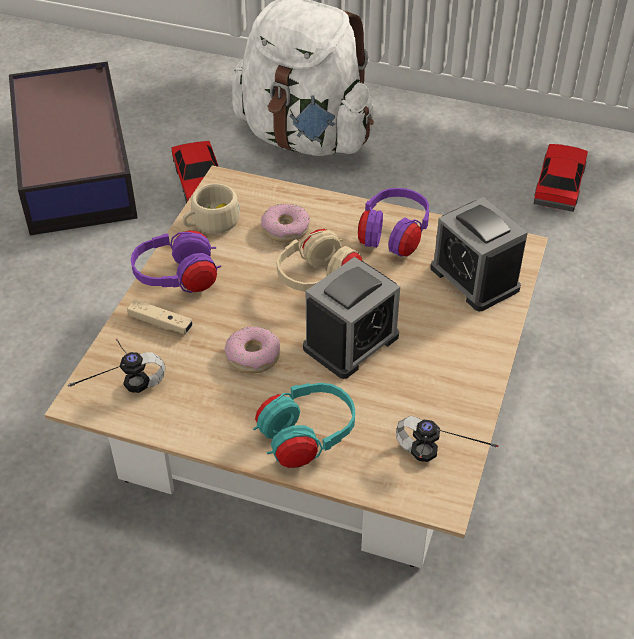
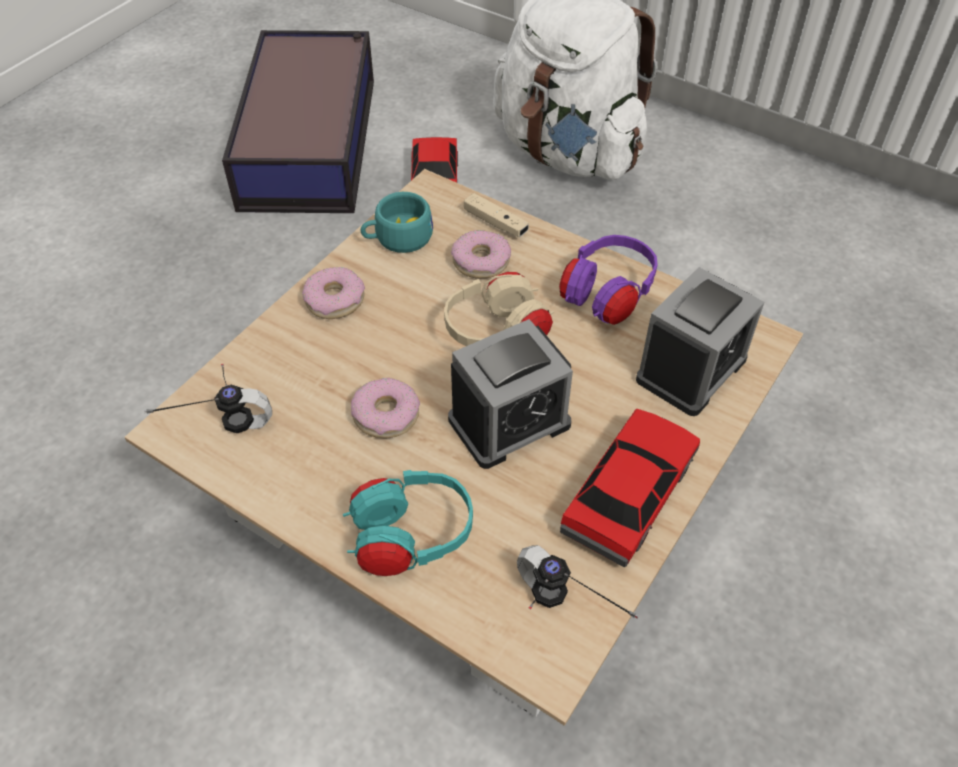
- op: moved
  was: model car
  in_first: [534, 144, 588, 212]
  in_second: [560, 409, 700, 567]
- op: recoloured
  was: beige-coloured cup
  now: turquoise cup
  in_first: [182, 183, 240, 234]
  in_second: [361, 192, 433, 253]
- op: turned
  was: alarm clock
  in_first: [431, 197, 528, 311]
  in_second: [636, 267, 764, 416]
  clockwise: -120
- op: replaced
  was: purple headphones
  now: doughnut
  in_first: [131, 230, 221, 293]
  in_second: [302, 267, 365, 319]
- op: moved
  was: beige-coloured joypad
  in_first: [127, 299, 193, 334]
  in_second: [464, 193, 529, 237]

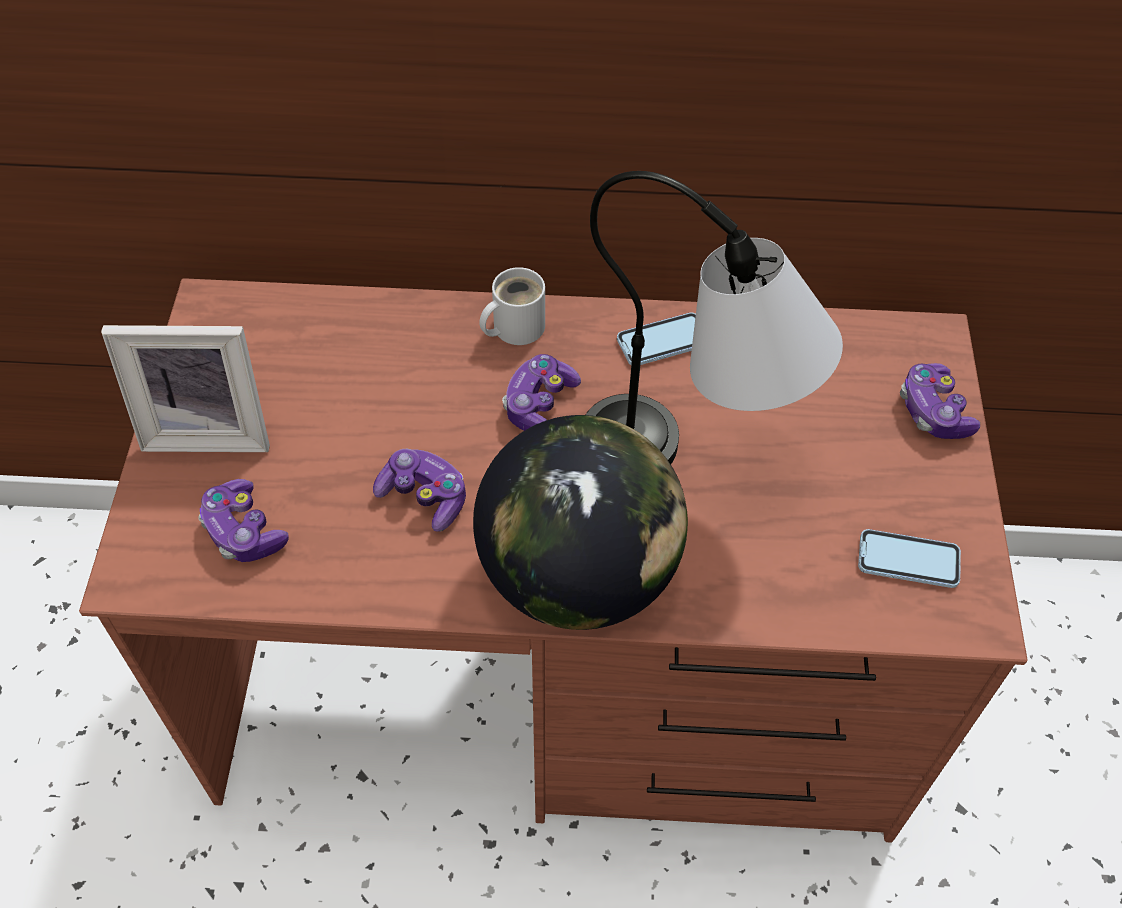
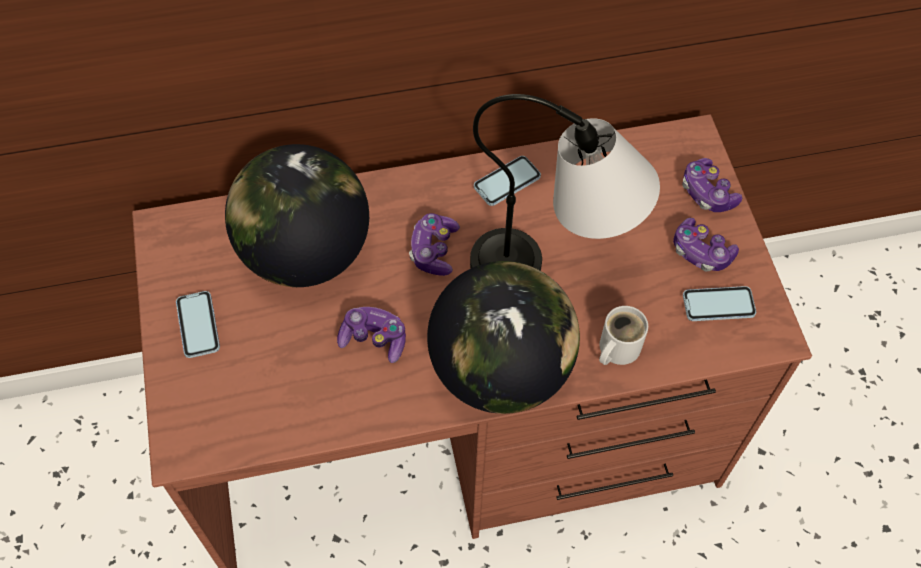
- op: moved
  was: white-coloured tea mug
  in_first: [479, 267, 545, 345]
  in_second: [599, 306, 648, 365]
- op: replaced
  was: photo frame
  now: handset
  in_first: [101, 325, 270, 452]
  in_second: [176, 291, 220, 358]
- op: moved
  was: joypad
  in_first: [198, 479, 289, 562]
  in_second: [673, 218, 739, 272]
- op: added
  now: globe
  in_second: [225, 144, 369, 287]

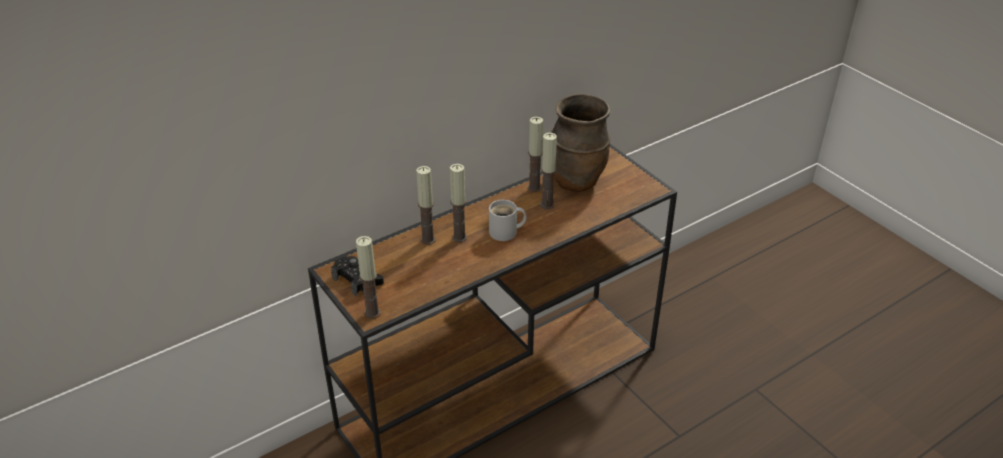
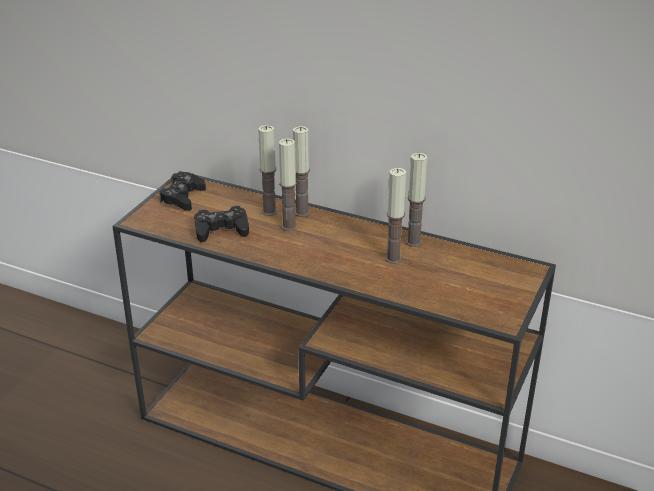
- op: removed
  was: brown vase
  in_first: [551, 94, 610, 192]
- op: removed
  was: white-coloured tea mug
  in_first: [489, 200, 527, 241]
- op: moved
  was: candle
  in_first: [356, 236, 381, 319]
  in_second: [293, 126, 310, 217]
- op: added
  now: black-coloured joypad
  in_second: [194, 206, 249, 242]

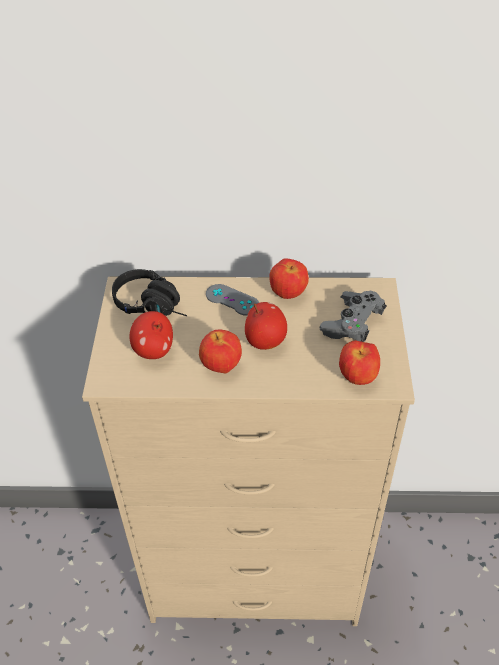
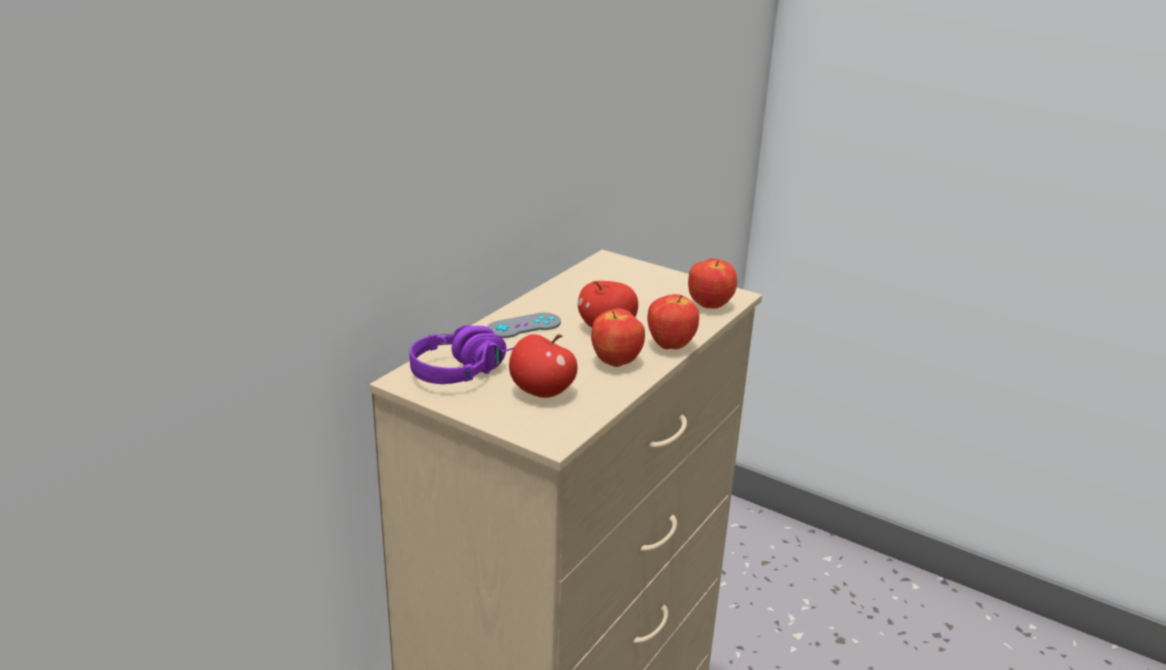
- op: moved
  was: apple fruit
  in_first: [269, 258, 309, 299]
  in_second: [647, 294, 699, 349]
- op: recoloured
  was: black-coloured headphones
  now: purple headphones
  in_first: [112, 269, 187, 316]
  in_second: [409, 325, 514, 384]
- op: removed
  was: grey joypad
  in_first: [320, 291, 387, 342]

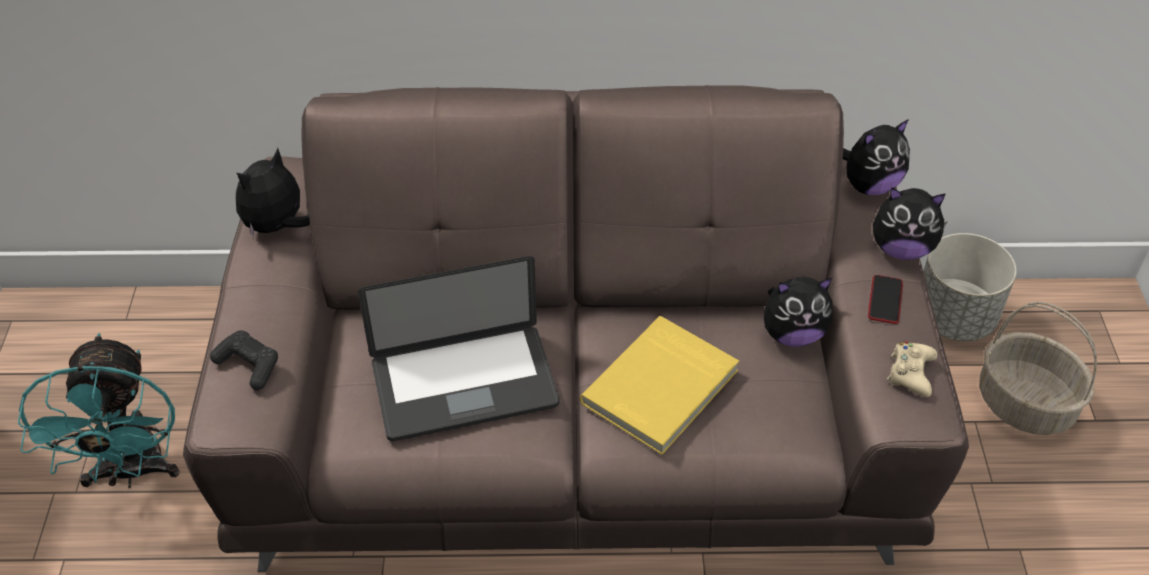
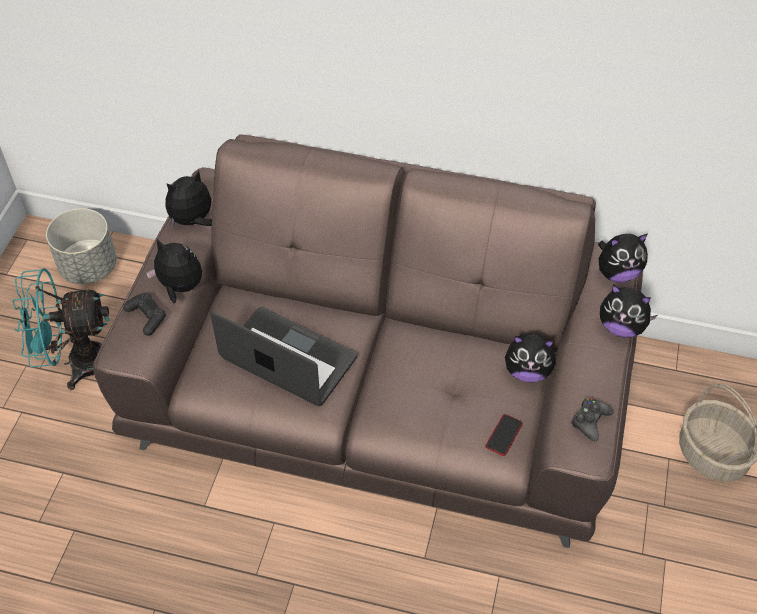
- op: moved
  was: grey flower pot
  in_first: [924, 233, 1017, 341]
  in_second: [46, 208, 117, 284]
- op: turned
  was: laptop
  in_first: [358, 256, 559, 441]
  in_second: [210, 307, 357, 406]
  clockwise: -150
- op: moved
  was: handset
  in_first: [868, 275, 903, 324]
  in_second: [485, 414, 523, 456]
- op: removed
  was: yellow-coloured bound book
  in_first: [580, 316, 739, 455]
- op: turned
  was: turquoise electric fan
  in_first: [18, 333, 180, 488]
  in_second: [12, 268, 110, 390]
  clockwise: 75
- op: recoloured
  was: beige-coloured joypad
  now: black-coloured joypad
  in_first: [887, 341, 937, 397]
  in_second: [571, 398, 613, 442]
- op: added
  now: soft toy
  in_second: [146, 239, 202, 303]

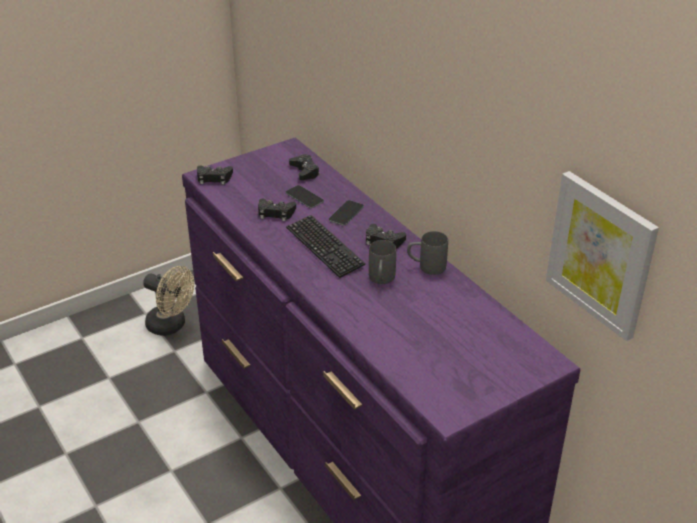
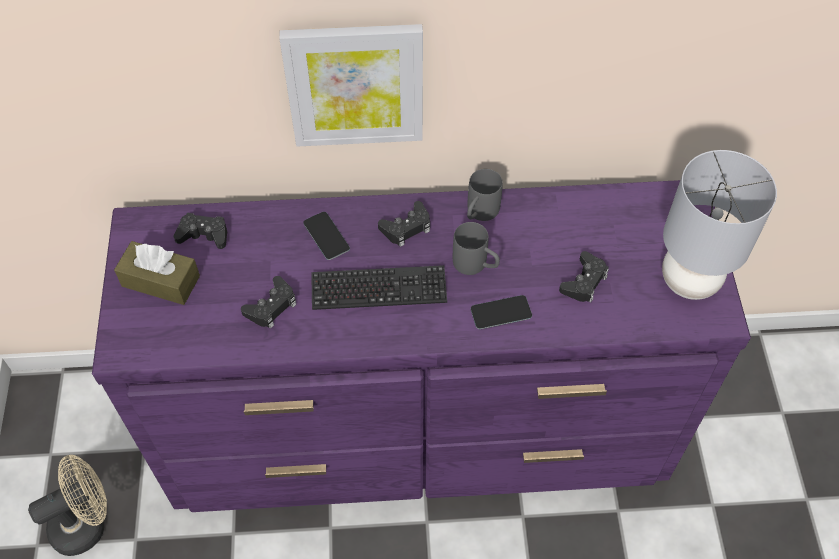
- op: moved
  was: black-coloured joypad
  in_first: [197, 166, 233, 185]
  in_second: [559, 251, 609, 303]
- op: moved
  was: wall art
  in_first: [546, 171, 659, 341]
  in_second: [279, 24, 423, 147]
- op: moved
  was: handset
  in_first: [286, 185, 324, 208]
  in_second: [471, 295, 532, 329]
- op: added
  now: grey table lamp
  in_second: [662, 150, 777, 300]
- op: added
  now: brown tissue holder
  in_second: [114, 241, 200, 305]

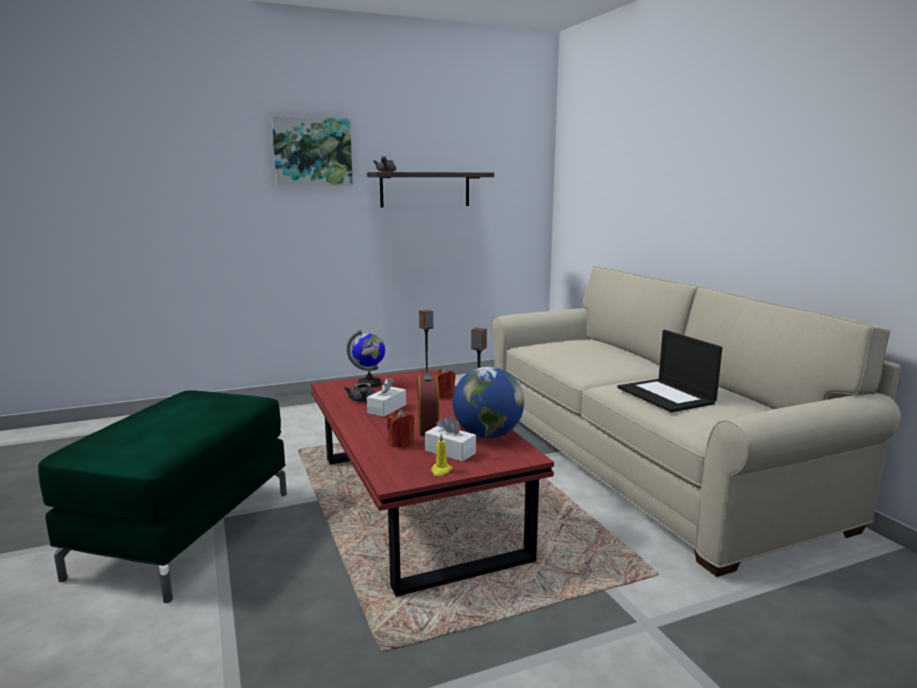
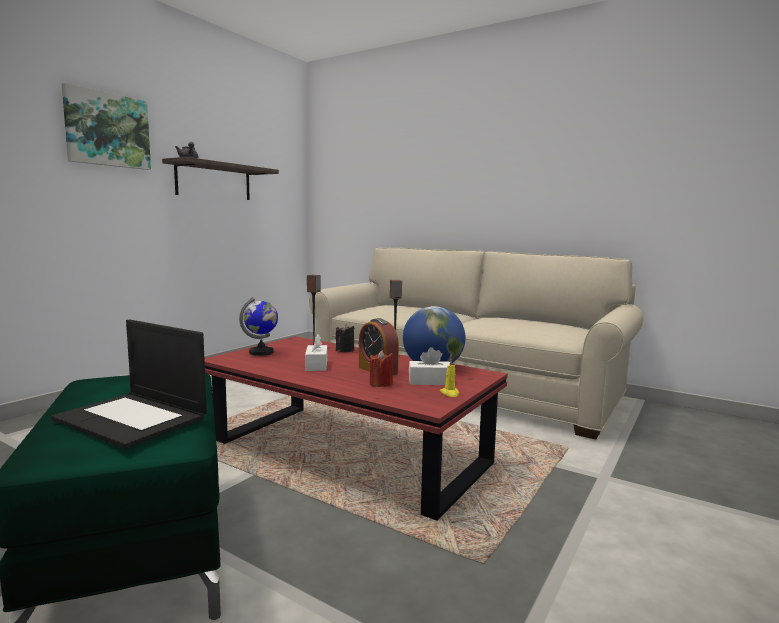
- op: moved
  was: laptop
  in_first: [617, 330, 722, 413]
  in_second: [51, 319, 207, 449]
- op: recoloured
  was: red candle
  now: black-coloured candle
  in_first: [435, 367, 456, 399]
  in_second: [336, 324, 355, 352]
- op: removed
  was: grey tea pot
  in_first: [344, 382, 375, 402]

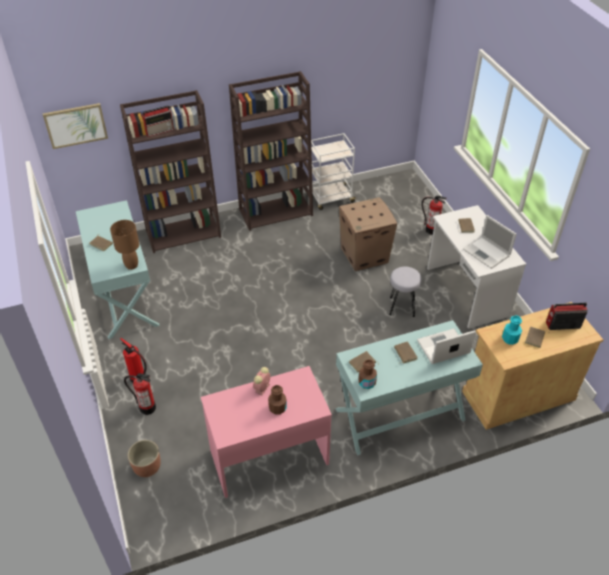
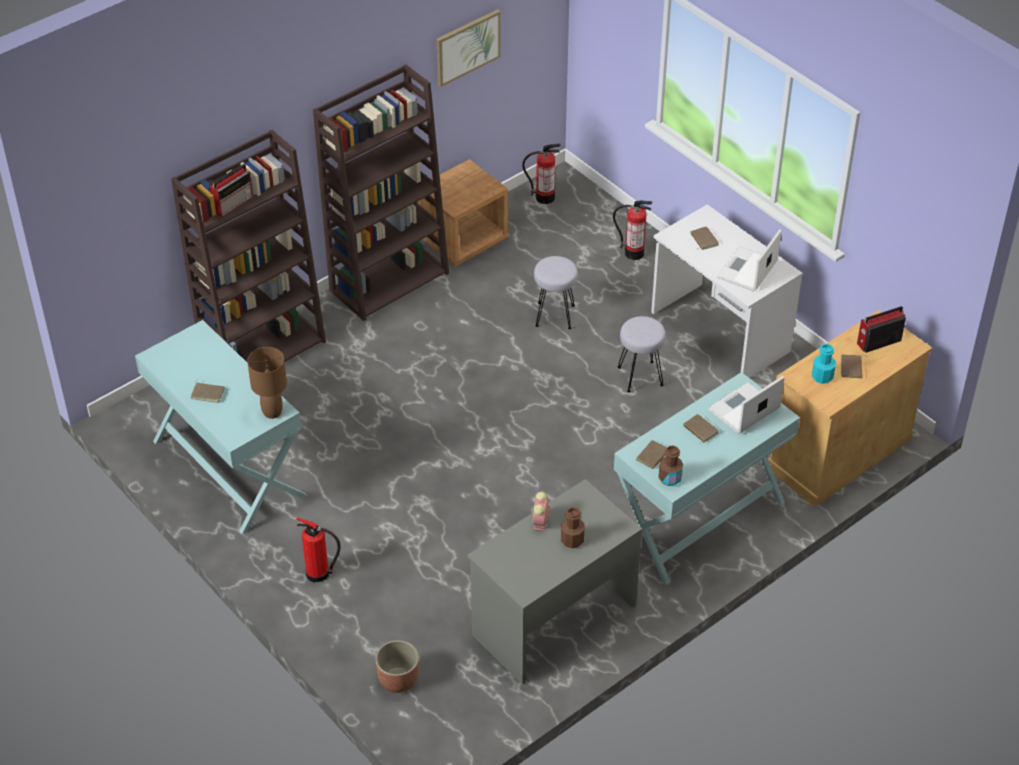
- op: moved
  was: wall art
  in_first: [43, 103, 108, 149]
  in_second: [436, 9, 501, 87]
- op: replaced
  was: white-coloured trolley
  now: brown night table
  in_first: [311, 133, 356, 210]
  in_second: [417, 159, 508, 266]
- op: replaced
  was: packing box
  now: grey sitting stool
  in_first: [339, 197, 397, 271]
  in_second: [534, 256, 578, 329]
- op: turned
  was: laptop
  in_first: [463, 215, 516, 269]
  in_second: [717, 229, 782, 291]
  clockwise: 90
- op: recoloured
  was: pink desk unit
  now: grey desk unit
  in_first: [201, 366, 332, 498]
  in_second: [467, 479, 642, 685]
- op: moved
  was: extinguisher
  in_first: [124, 373, 156, 415]
  in_second: [522, 144, 561, 204]

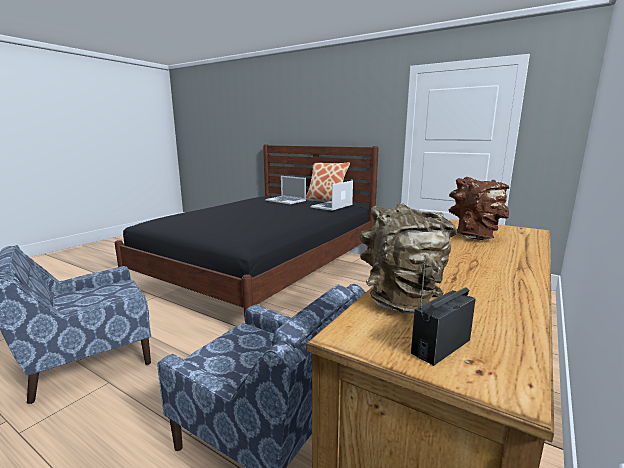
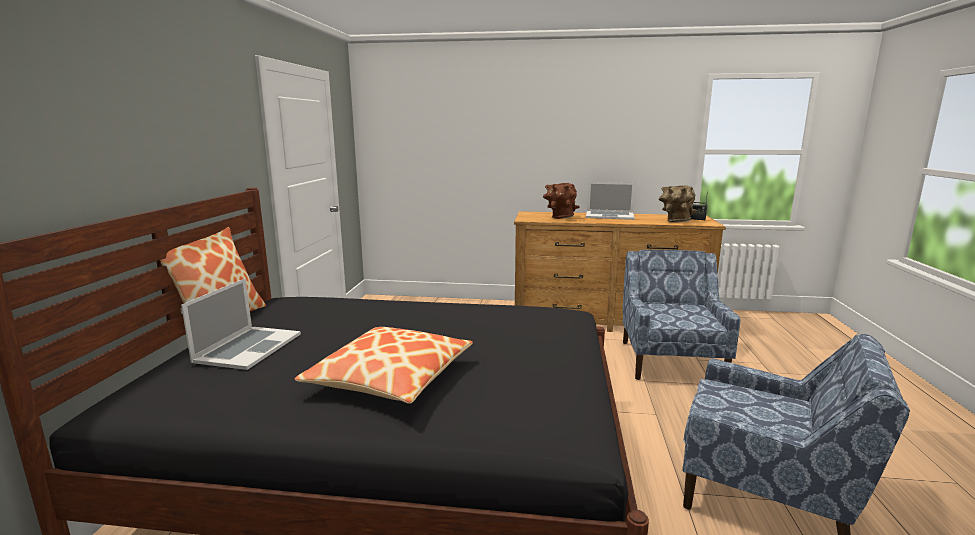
- op: moved
  was: laptop
  in_first: [311, 181, 353, 211]
  in_second: [586, 182, 635, 220]
- op: added
  now: pillow
  in_second: [295, 327, 473, 404]

